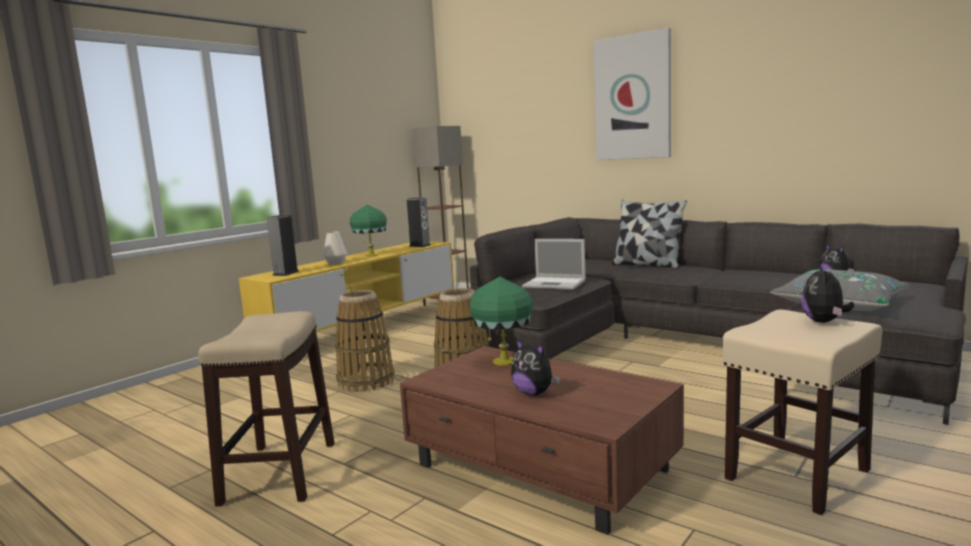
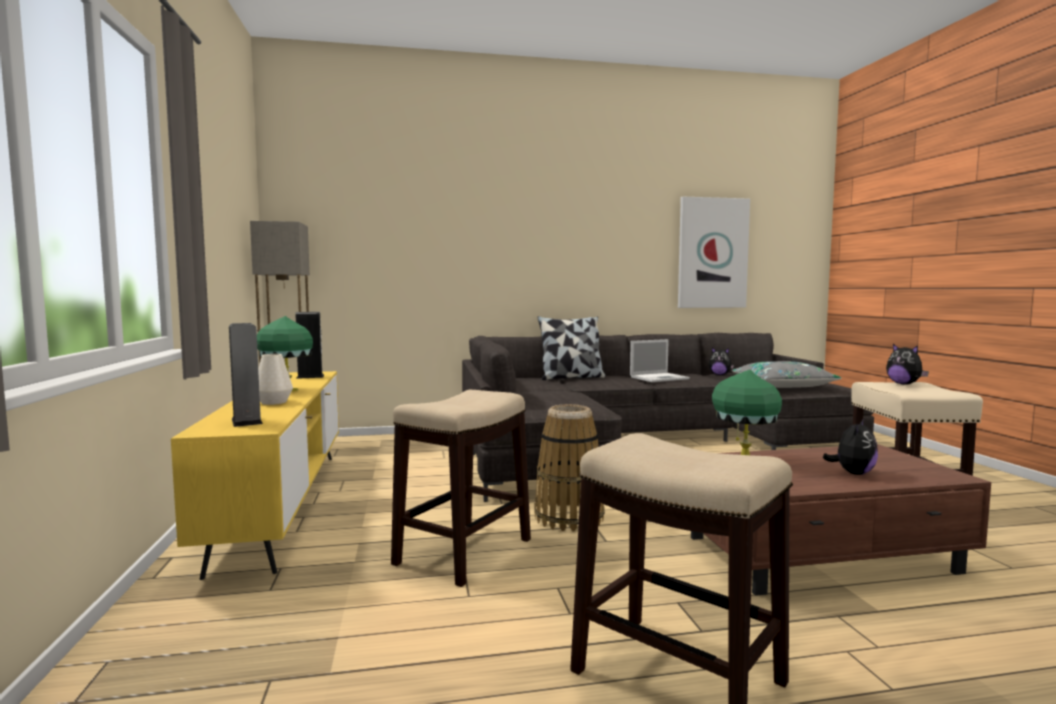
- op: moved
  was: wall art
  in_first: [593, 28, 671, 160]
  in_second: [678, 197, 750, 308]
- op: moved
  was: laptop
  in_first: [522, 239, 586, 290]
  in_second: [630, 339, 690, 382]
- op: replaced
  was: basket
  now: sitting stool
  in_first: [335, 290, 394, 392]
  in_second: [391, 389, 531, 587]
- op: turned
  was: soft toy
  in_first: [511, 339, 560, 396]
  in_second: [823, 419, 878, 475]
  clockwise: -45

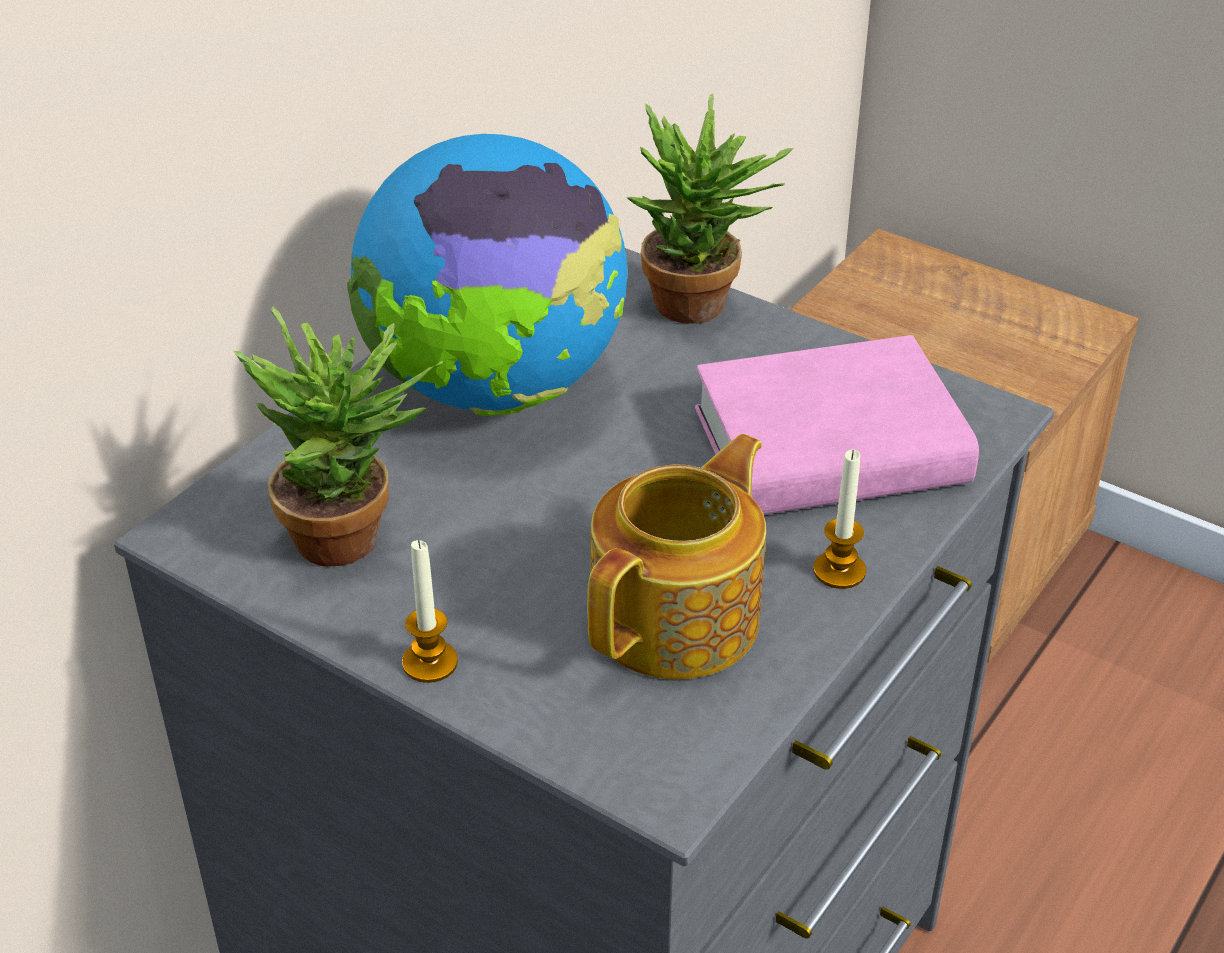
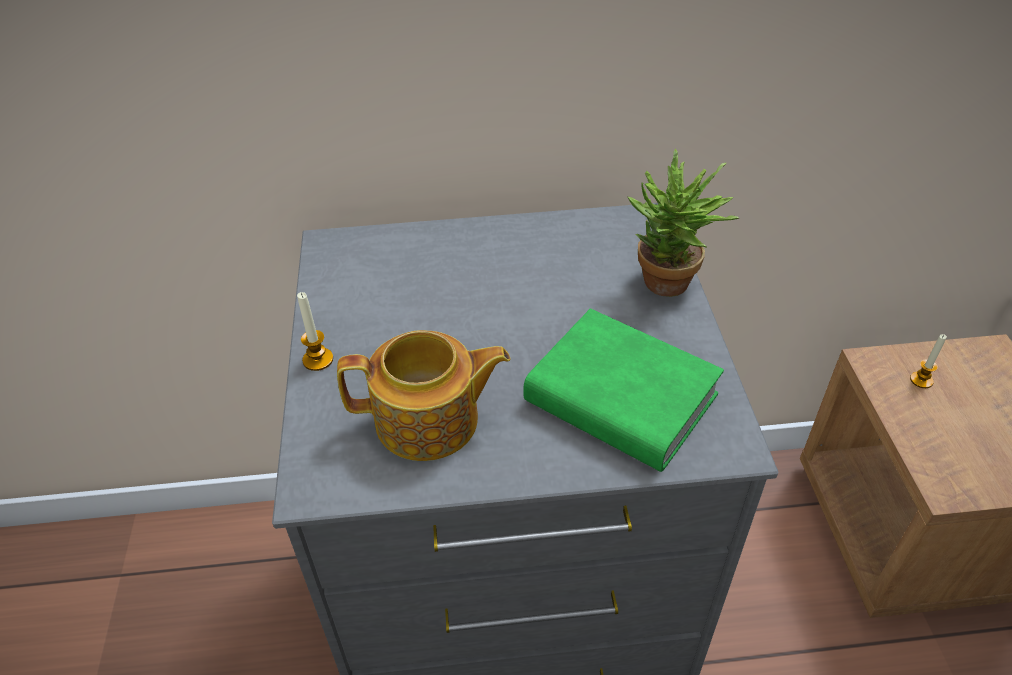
- op: removed
  was: globe
  in_first: [347, 134, 627, 416]
- op: removed
  was: plant in a pot
  in_first: [234, 307, 443, 567]
- op: recoloured
  was: pink bound book
  now: green-coloured bound book
  in_first: [695, 335, 979, 515]
  in_second: [524, 309, 724, 472]
- op: moved
  was: candle
  in_first: [813, 450, 866, 589]
  in_second: [910, 334, 947, 388]

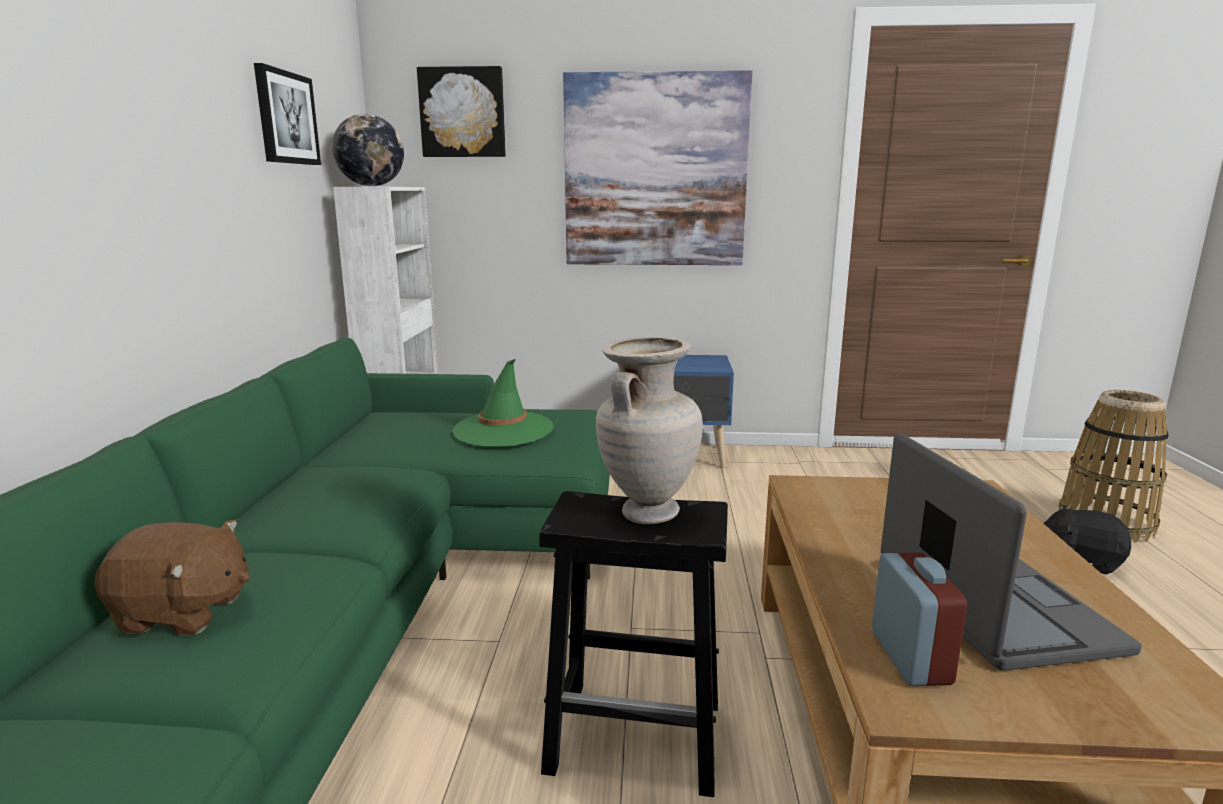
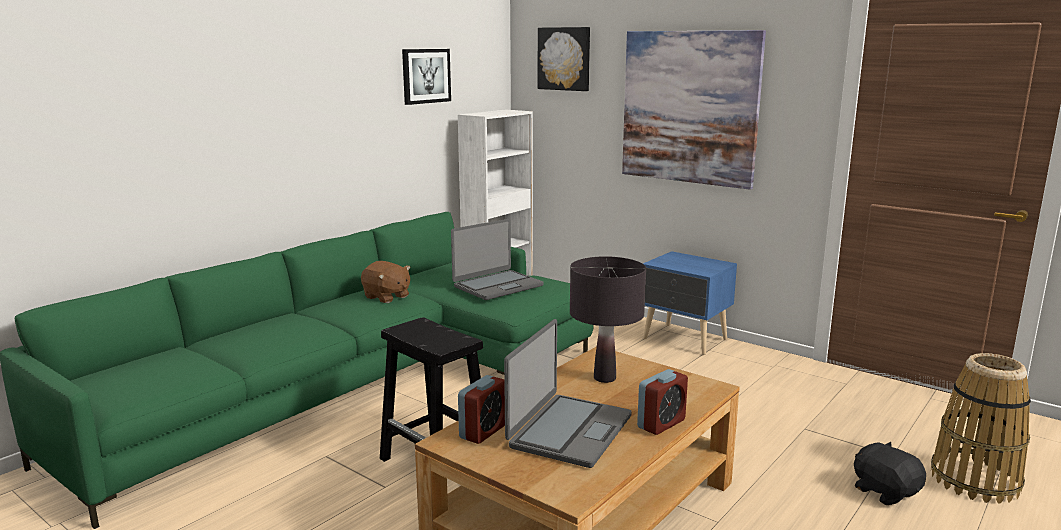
- op: removed
  was: globe
  in_first: [332, 114, 404, 186]
- op: removed
  was: beige-coloured vase
  in_first: [596, 337, 703, 524]
- op: replaced
  was: green-coloured clothing hat
  now: laptop
  in_first: [452, 359, 553, 447]
  in_second: [451, 219, 544, 300]
- op: moved
  was: brown soft toy
  in_first: [94, 520, 250, 635]
  in_second: [361, 261, 411, 303]
- op: added
  now: black-coloured table lamp
  in_second: [570, 256, 646, 383]
- op: added
  now: alarm clock
  in_second: [637, 369, 688, 435]

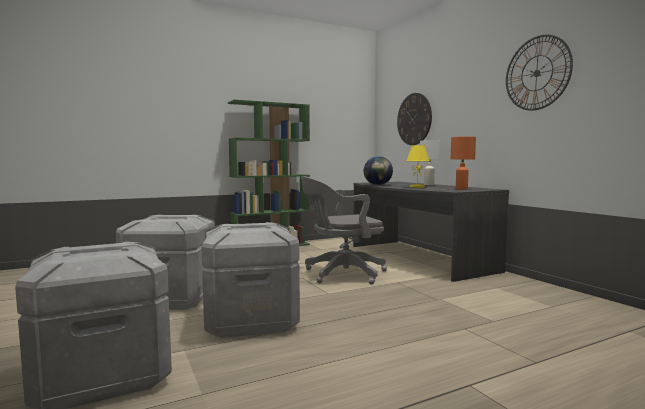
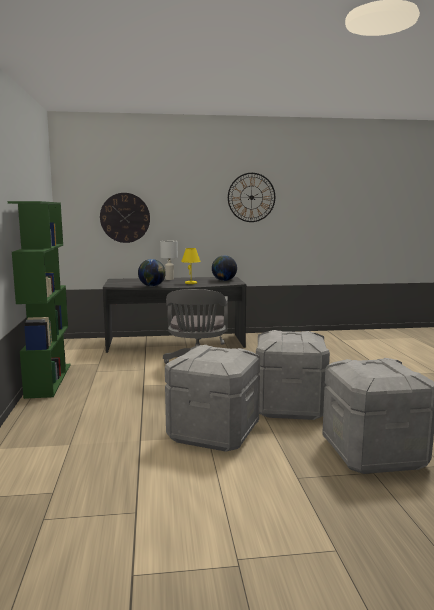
- op: replaced
  was: orange table lamp
  now: globe
  in_first: [451, 137, 476, 190]
  in_second: [212, 255, 237, 281]

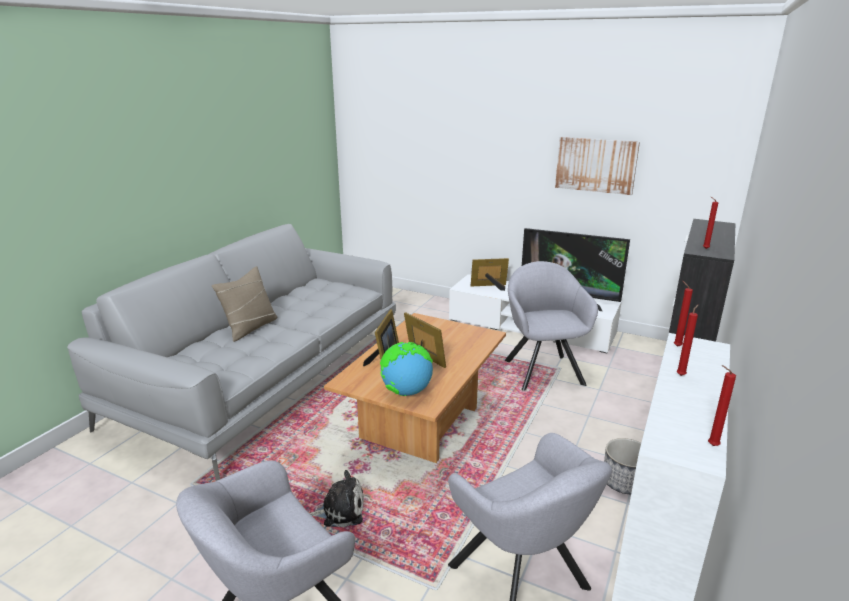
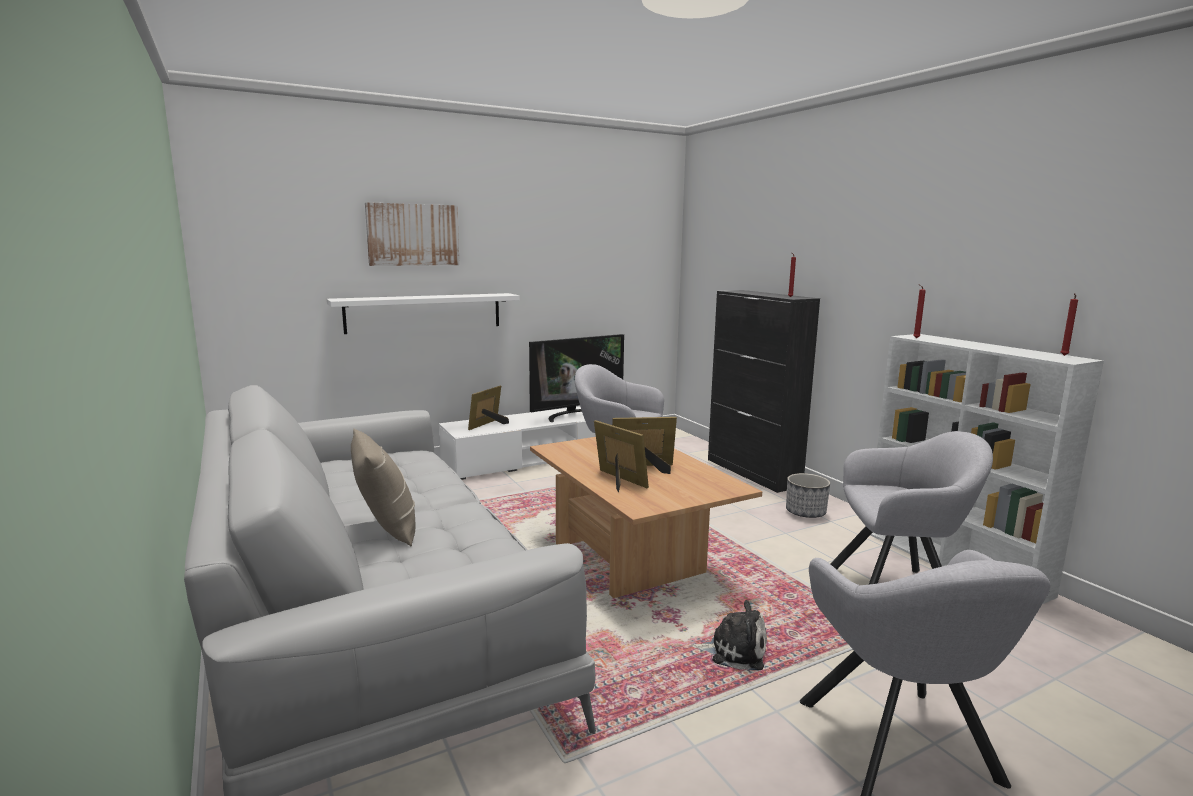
- op: moved
  was: wall art
  in_first: [555, 137, 640, 195]
  in_second: [365, 202, 460, 266]
- op: removed
  was: red candle
  in_first: [676, 305, 698, 376]
- op: removed
  was: globe
  in_first: [380, 342, 433, 396]
- op: turned
  was: soft toy
  in_first: [310, 470, 364, 527]
  in_second: [692, 600, 767, 670]
  clockwise: 75
- op: added
  now: white-coloured shelf
  in_second: [327, 293, 520, 334]

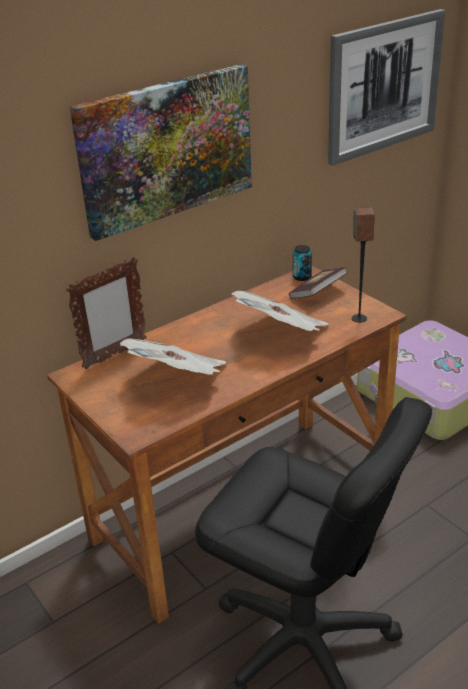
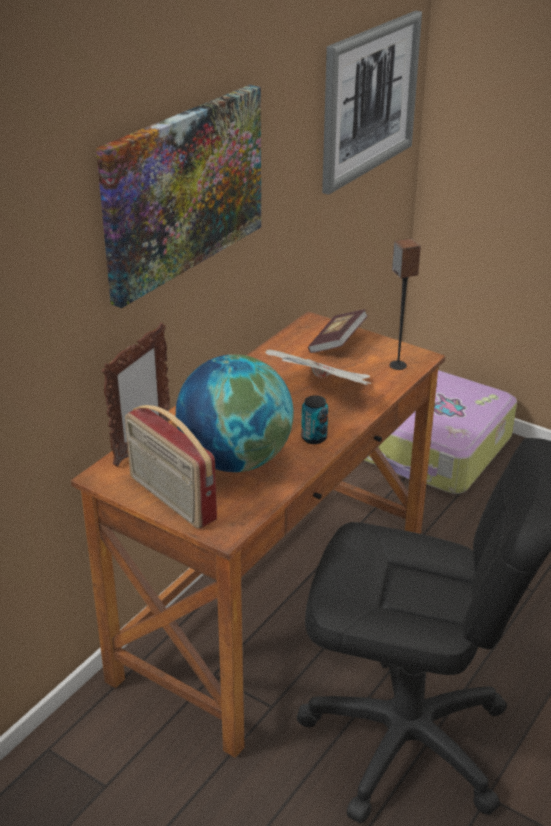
- op: moved
  was: metal can
  in_first: [293, 245, 312, 281]
  in_second: [301, 395, 328, 444]
- op: replaced
  was: daily paper
  now: globe
  in_first: [120, 338, 226, 375]
  in_second: [176, 354, 294, 472]
- op: added
  now: radio receiver
  in_second: [125, 405, 217, 529]

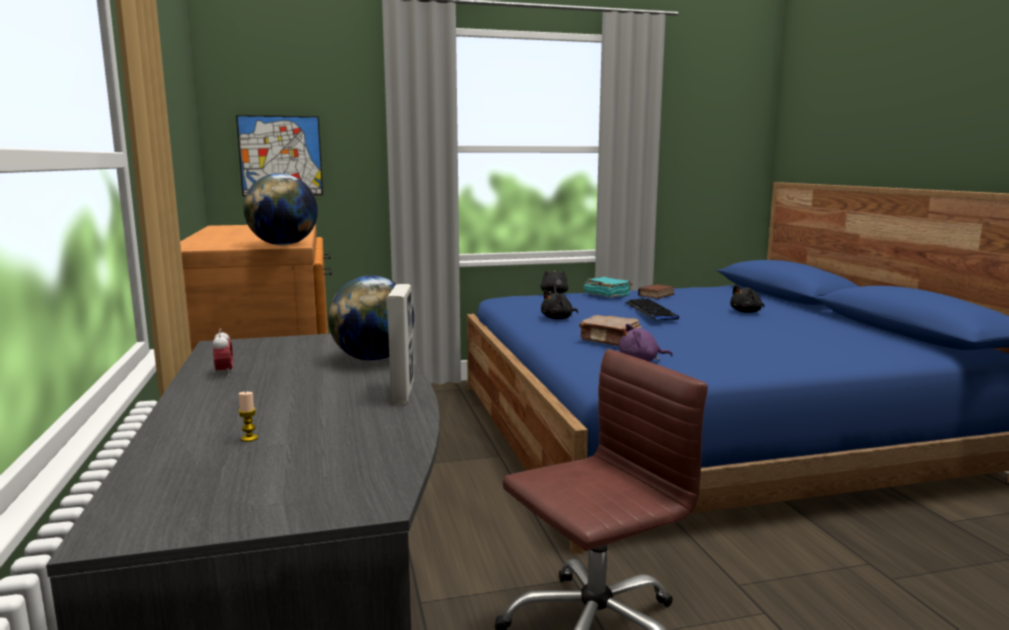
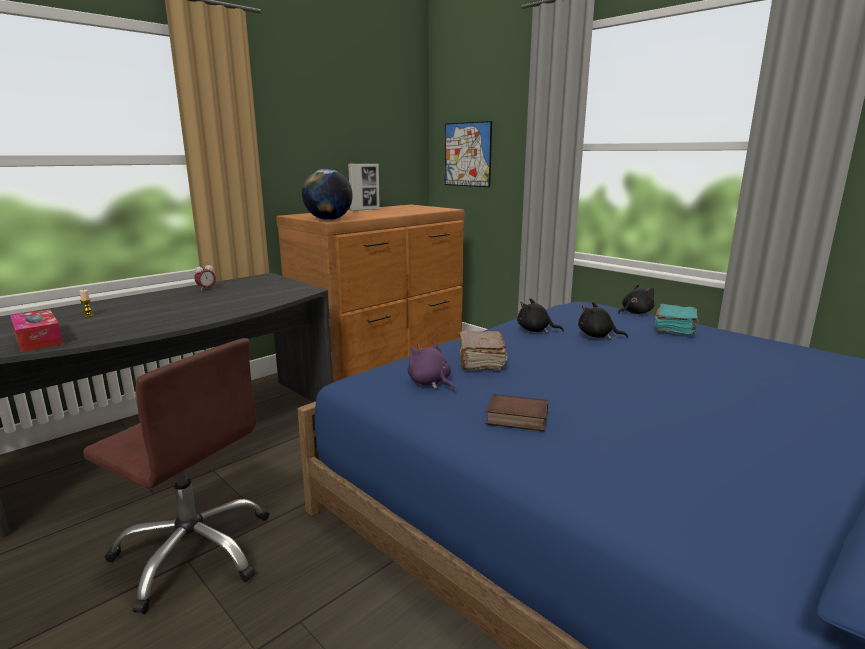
- op: removed
  was: globe
  in_first: [328, 275, 414, 361]
- op: moved
  was: photo frame
  in_first: [386, 284, 414, 404]
  in_second: [348, 164, 380, 211]
- op: moved
  was: bound book
  in_first: [638, 284, 675, 299]
  in_second: [486, 394, 548, 432]
- op: moved
  was: black-coloured soft toy
  in_first: [730, 285, 764, 313]
  in_second: [578, 302, 628, 339]
- op: removed
  was: computer keyboard
  in_first: [625, 298, 679, 320]
- op: added
  now: tissue holder
  in_second: [10, 309, 63, 352]

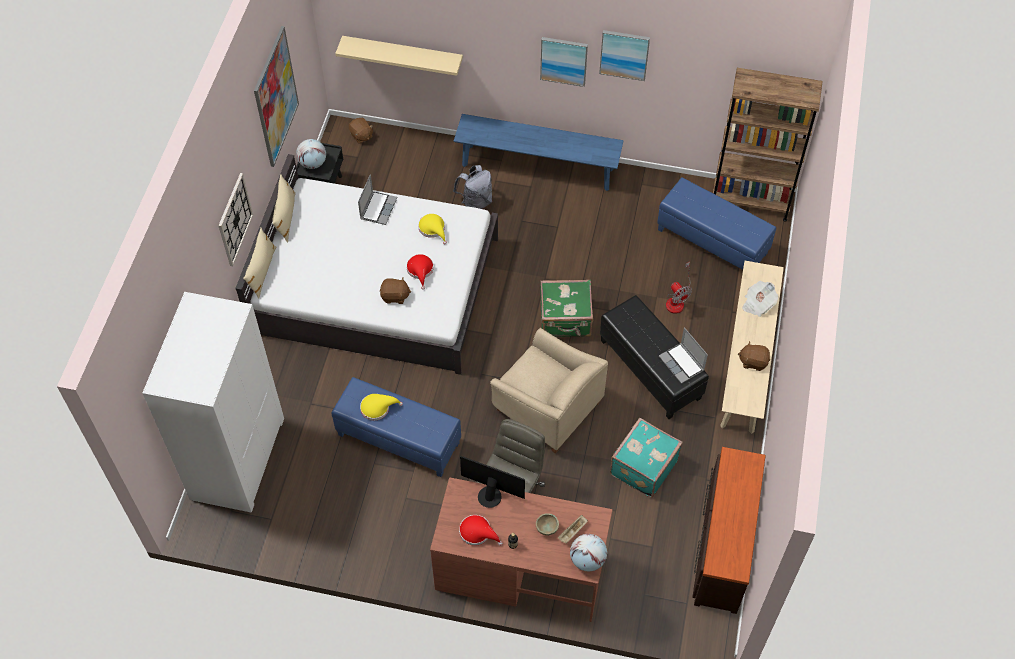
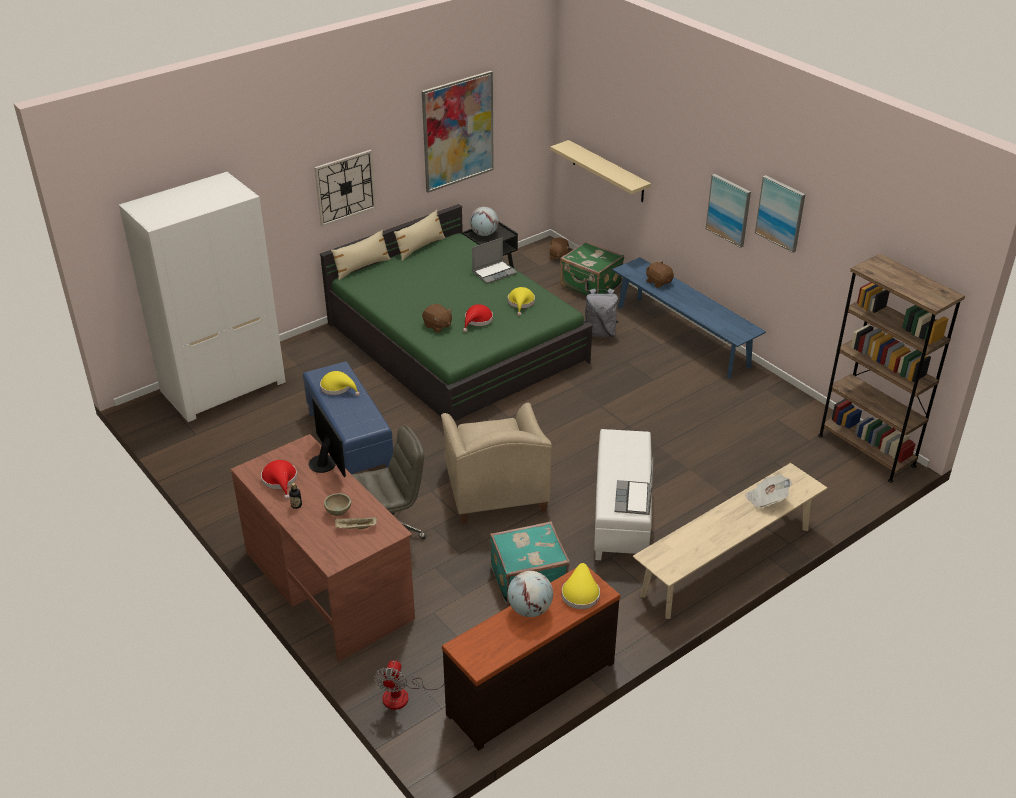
- op: recoloured
  was: white-coloured bed
  now: green-coloured bed
  in_first: [235, 154, 498, 375]
  in_second: [320, 204, 593, 421]
- op: removed
  was: blue-coloured footrest
  in_first: [657, 178, 776, 270]
- op: moved
  was: electric fan
  in_first: [666, 262, 692, 314]
  in_second: [374, 660, 444, 710]
- op: moved
  was: green-coloured suitcase
  in_first: [540, 280, 593, 337]
  in_second: [560, 241, 624, 296]
- op: recoloured
  was: black-coloured footrest
  now: white-coloured footrest
  in_first: [600, 295, 709, 419]
  in_second: [594, 429, 652, 560]
- op: moved
  was: brown soft toy
  in_first: [738, 341, 770, 371]
  in_second: [646, 261, 674, 288]
- op: moved
  was: globe
  in_first: [570, 534, 607, 571]
  in_second: [508, 571, 553, 617]
- op: added
  now: yellow-coloured clothing hat
  in_second: [562, 563, 600, 609]

